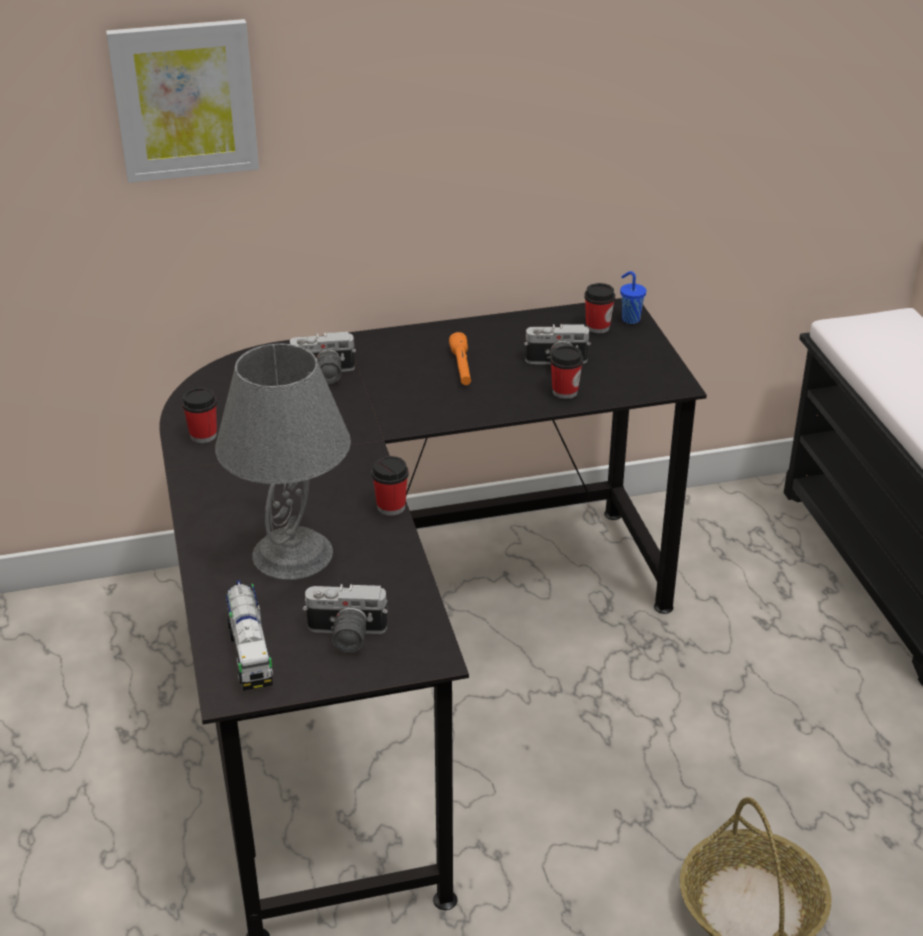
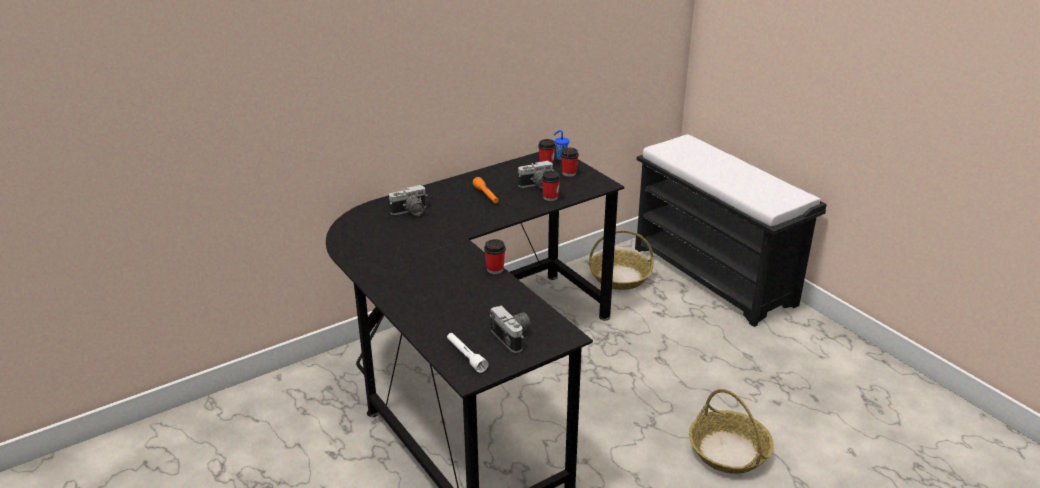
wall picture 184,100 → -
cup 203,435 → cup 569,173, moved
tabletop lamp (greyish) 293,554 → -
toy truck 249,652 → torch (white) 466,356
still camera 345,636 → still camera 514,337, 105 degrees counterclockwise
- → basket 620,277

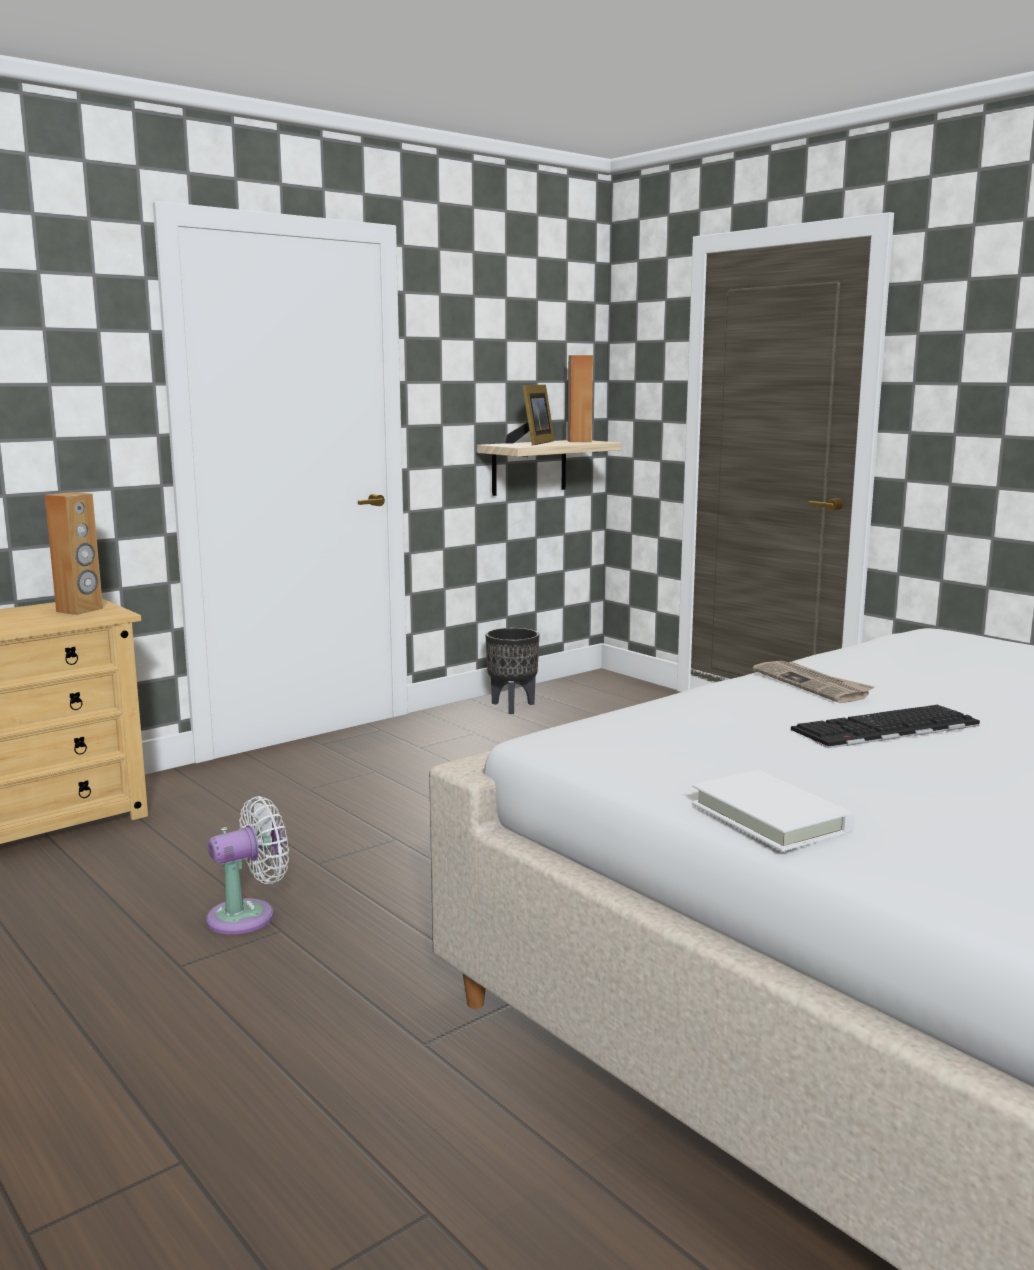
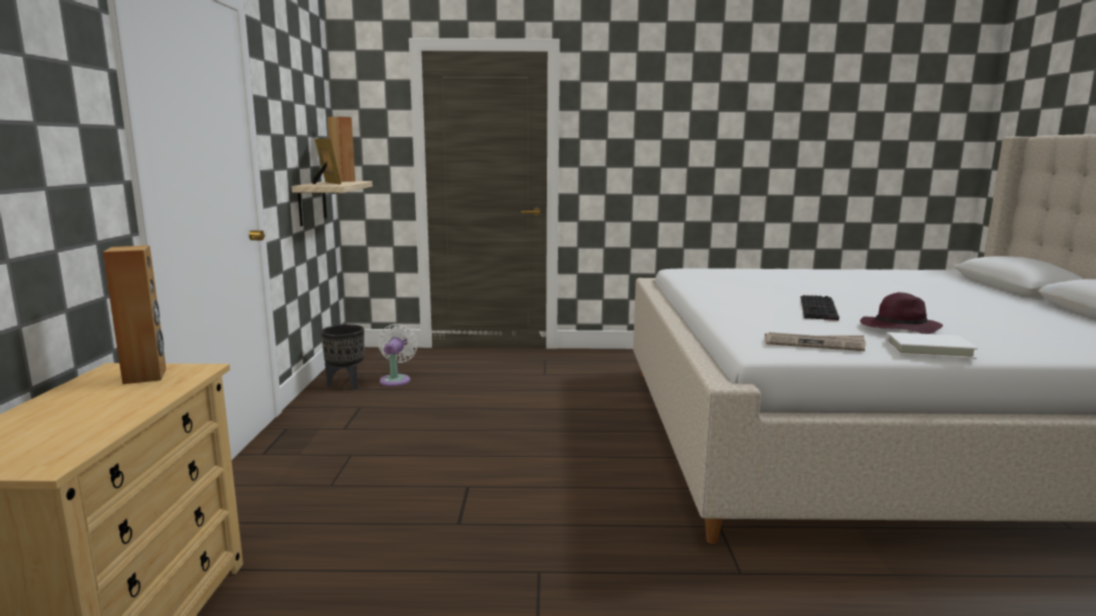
cooling fan (white) 248,916 → cooling fan (white) 396,379, moved
printed paper 812,684 → printed paper 814,344, moved
- → wearable hat (purple) 898,329

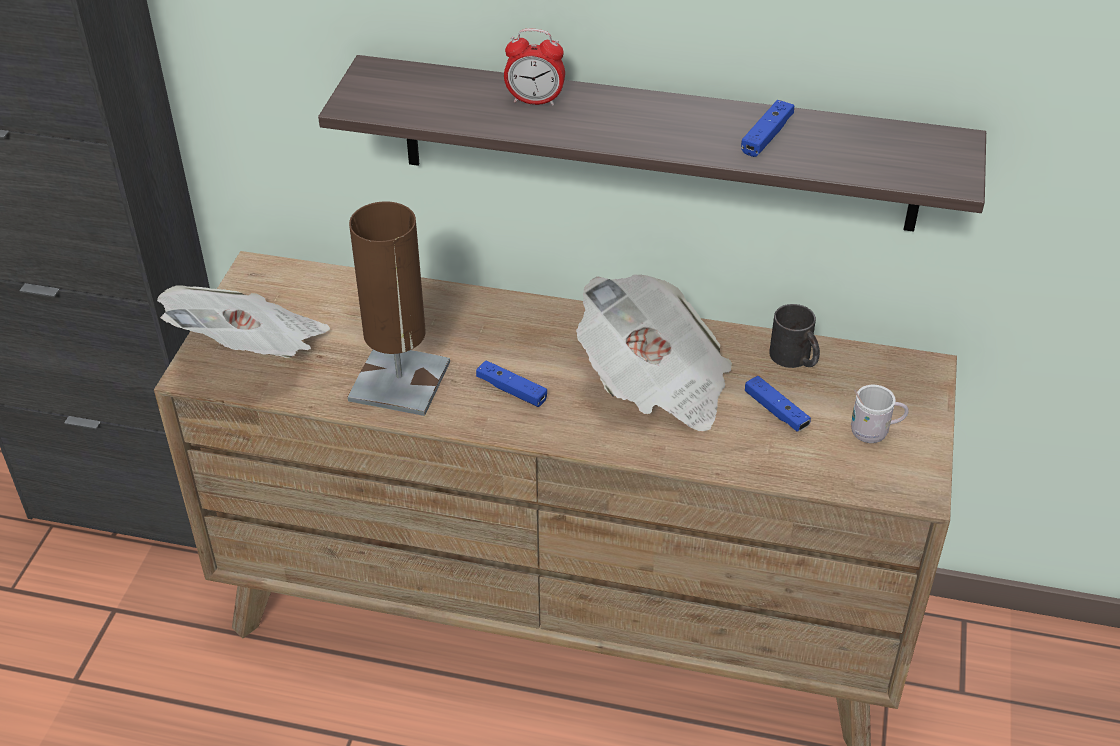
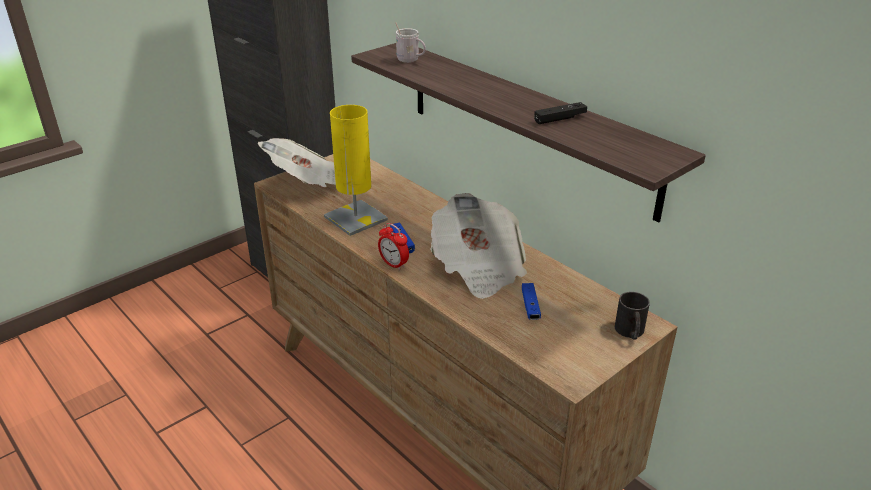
tabletop lamp (brownish) 399,381 → tabletop lamp (yellowish) 355,218
table clock 535,101 → table clock 394,264, moved
game controller (bluish) 766,136 → game controller (blackish) 560,119
coffee mug (blackish) 795,359 → coffee mug (blackish) 630,332, moved
coffee mug (white) 874,432 → coffee mug (white) 410,61, moved

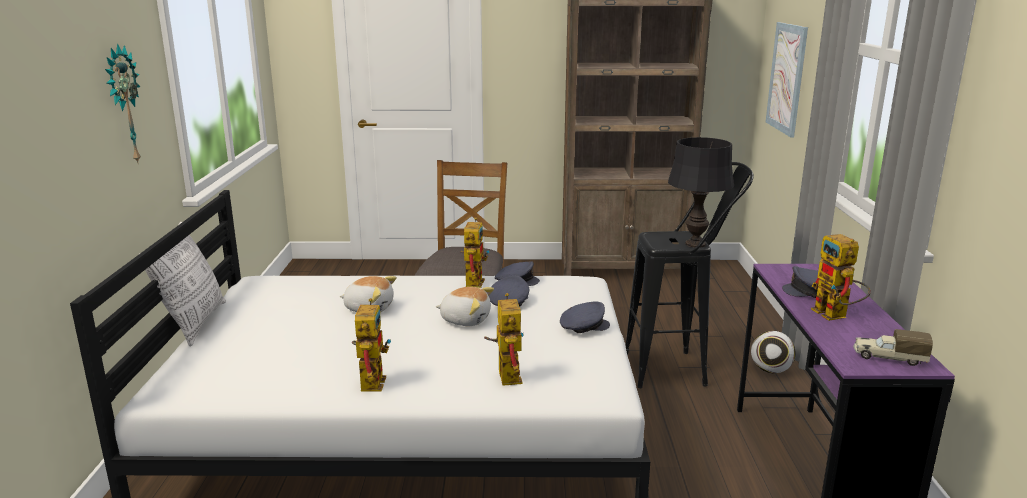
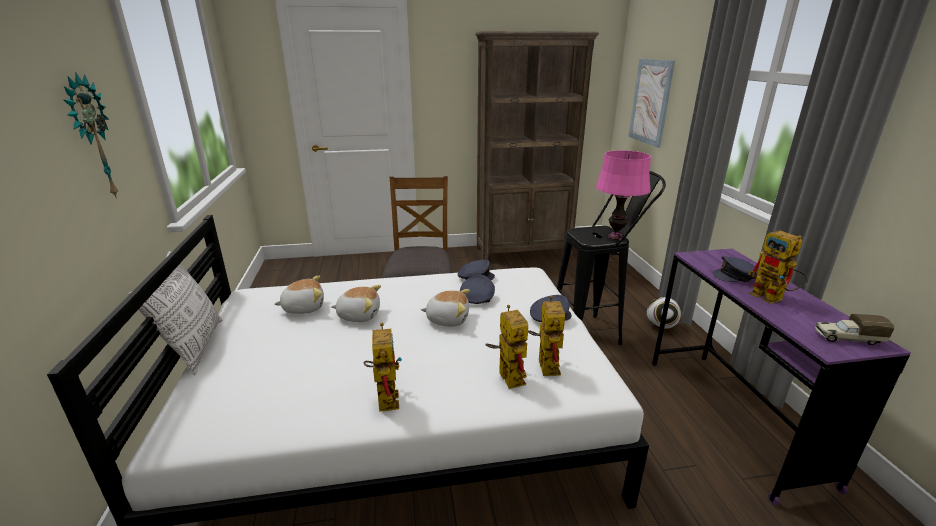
toy robot 473,281 → toy robot 544,363, moved
tabletop lamp (blackish) 695,244 → tabletop lamp (pink) 615,237
- → plush toy 303,307

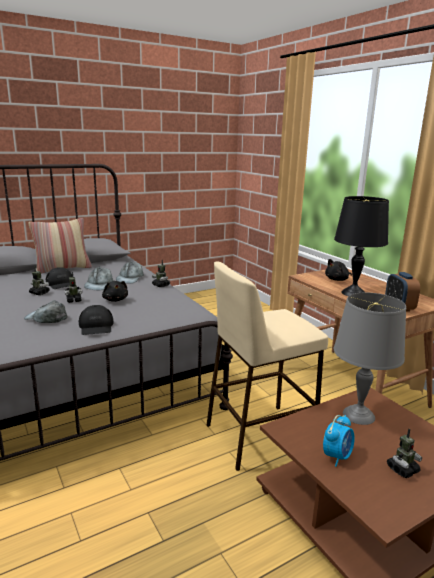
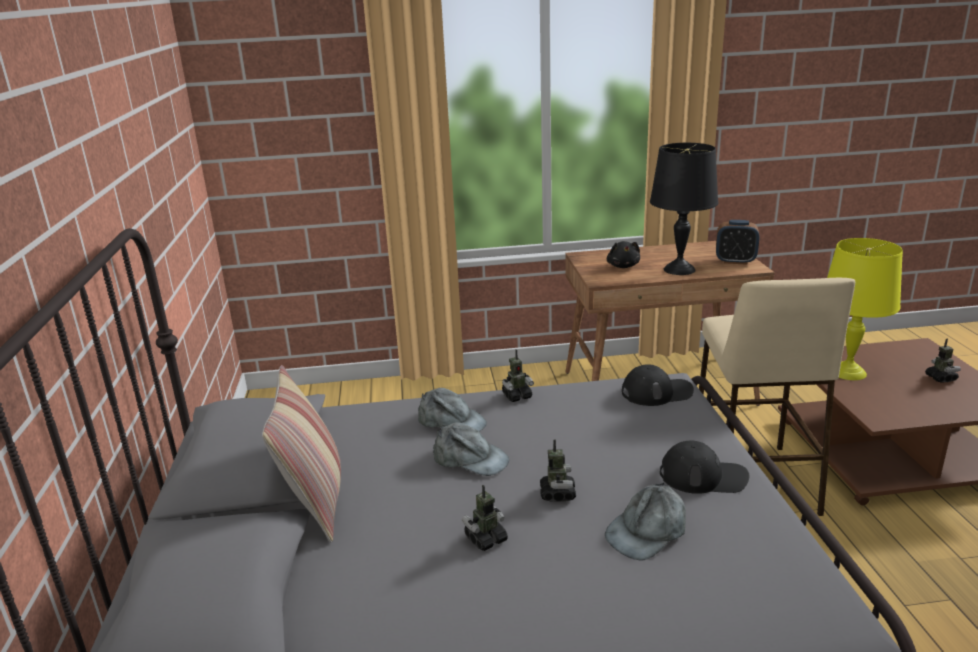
cap (blackish) 61,284 → cap (blackish) 657,392, moved
plush toy (blackish) 115,300 → -
table clock 337,456 → -
tabletop lamp (greyish) 359,415 → tabletop lamp (yellowish) 847,372

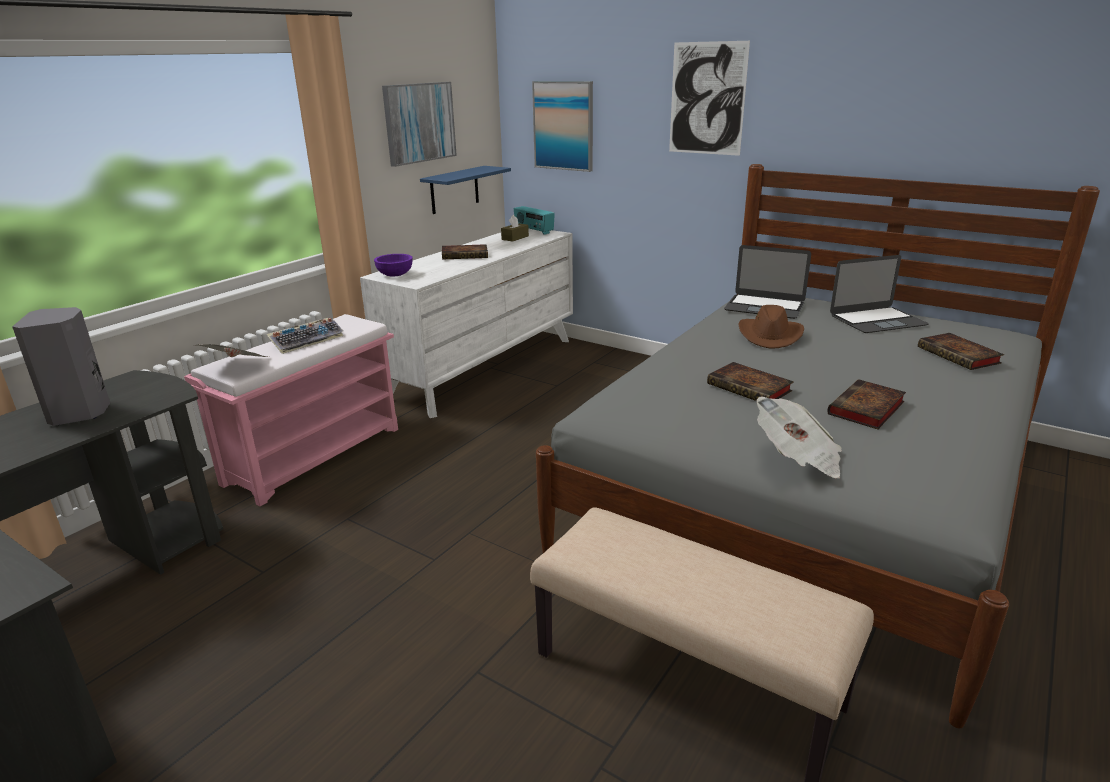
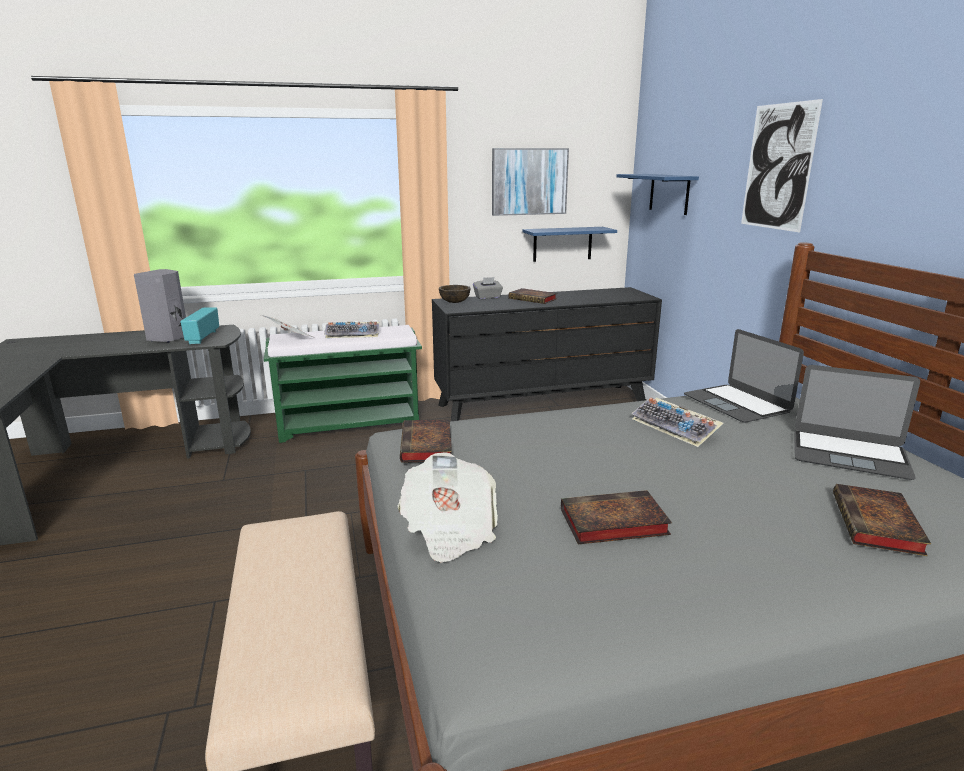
indoor bench (pink) 315,454 → indoor bench (greenish) 350,424
drawer chest (white) 484,367 → drawer chest (blackish) 543,405
bowl (purple) 394,275 → bowl (brownish) 454,302
box of tissues (brownish) 515,238 → -
radio receiver 533,231 → radio receiver 202,337, moved
wall picture 563,126 → shelf (bluish) 669,193
volume 751,388 → volume 427,446, moved
wearable hat (brownish) 770,336 → computer keyboard 676,428
- → box of tissues (greyish) 488,297

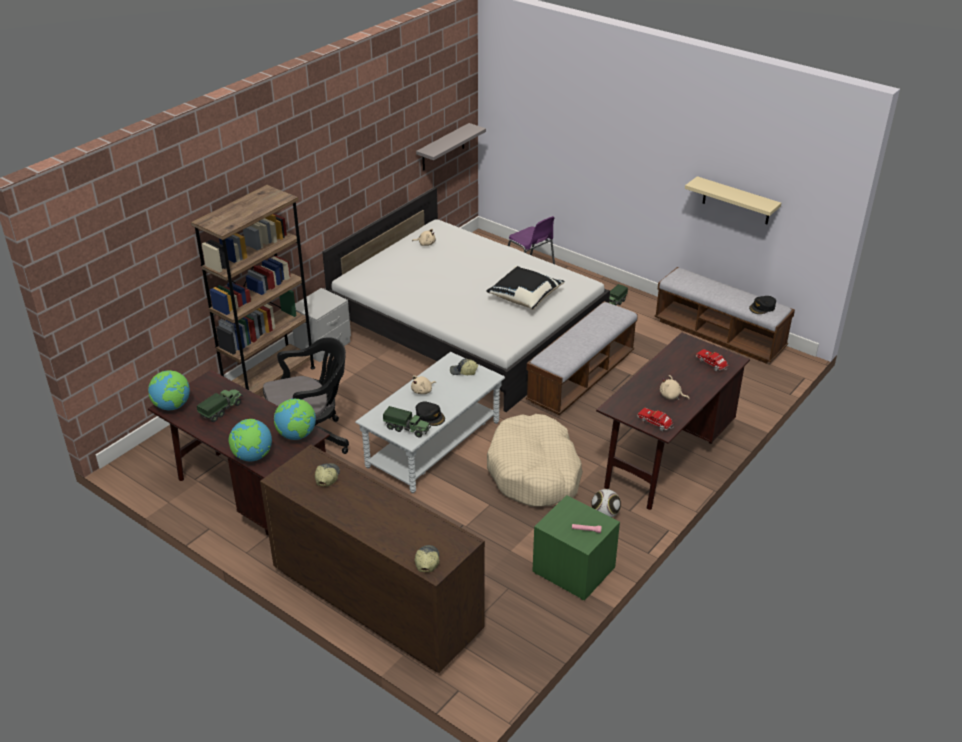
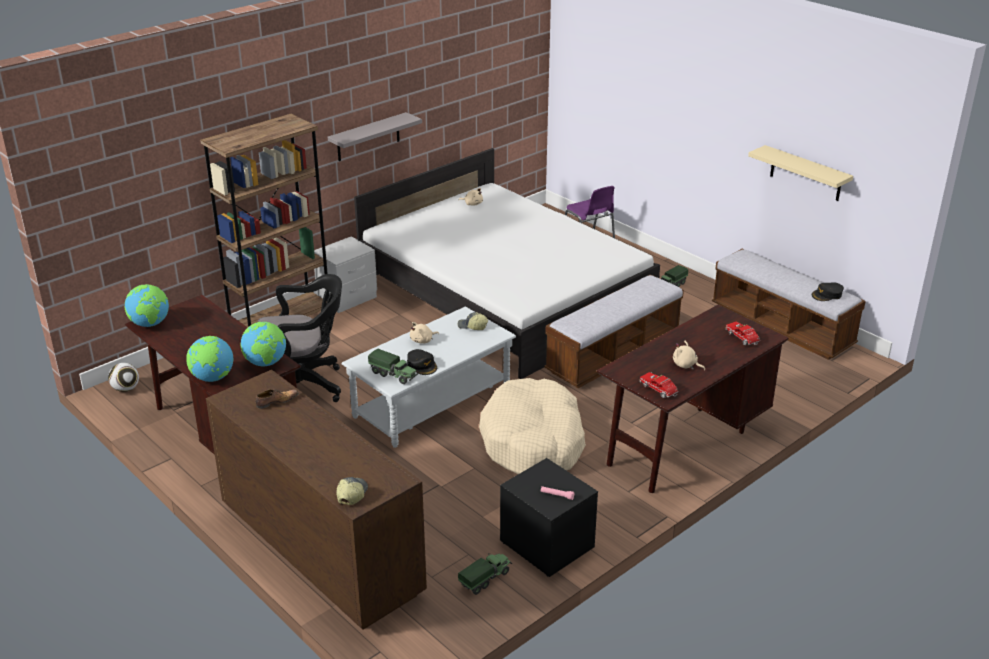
toy truck 222,410 → toy truck 485,579, moved
cap 327,477 → shoe 276,402
shelf (greyish) 443,147 → shelf (greyish) 368,137, moved
throw pillow (blackish) 524,297 → -
night table (greenish) 574,570 → night table (blackish) 547,545
football ball 605,514 → football ball 126,389, moved

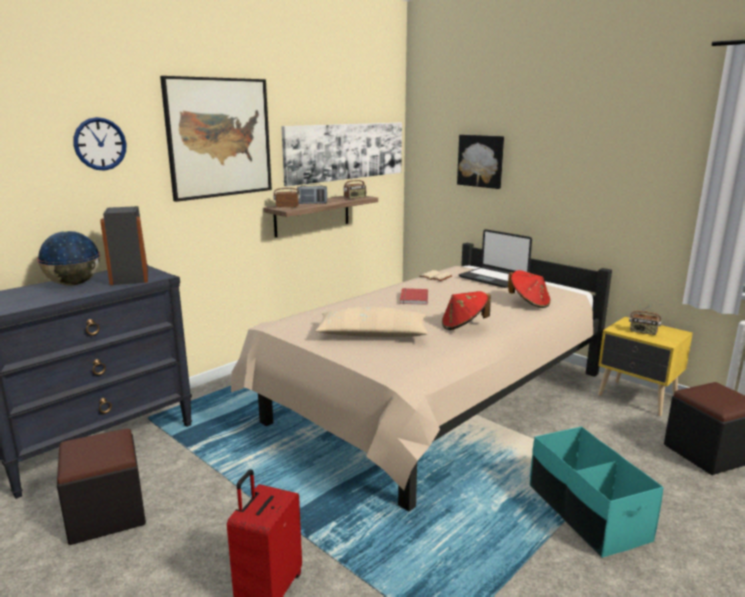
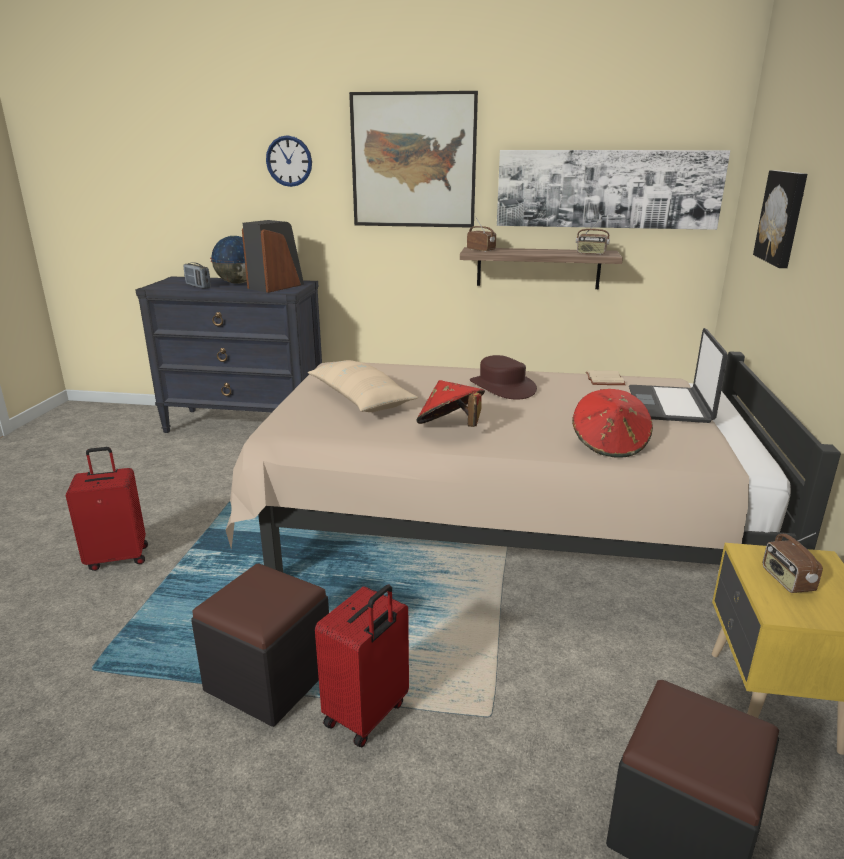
footrest (blackish) 106,514 → footrest (blackish) 269,678, moved
radio receiver 312,203 → radio receiver 198,286, moved
volume (red-coloured) 412,298 → wearable hat (brownish) 501,387
storage box (blue-green) 586,512 → travel case (red-coloured) 367,714

